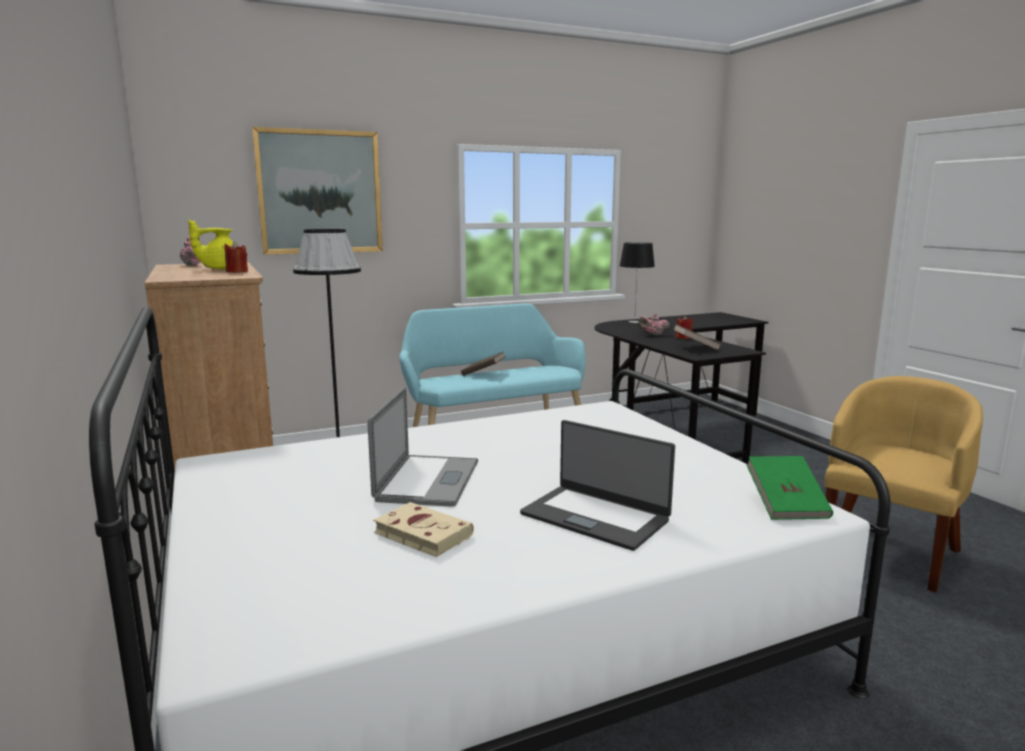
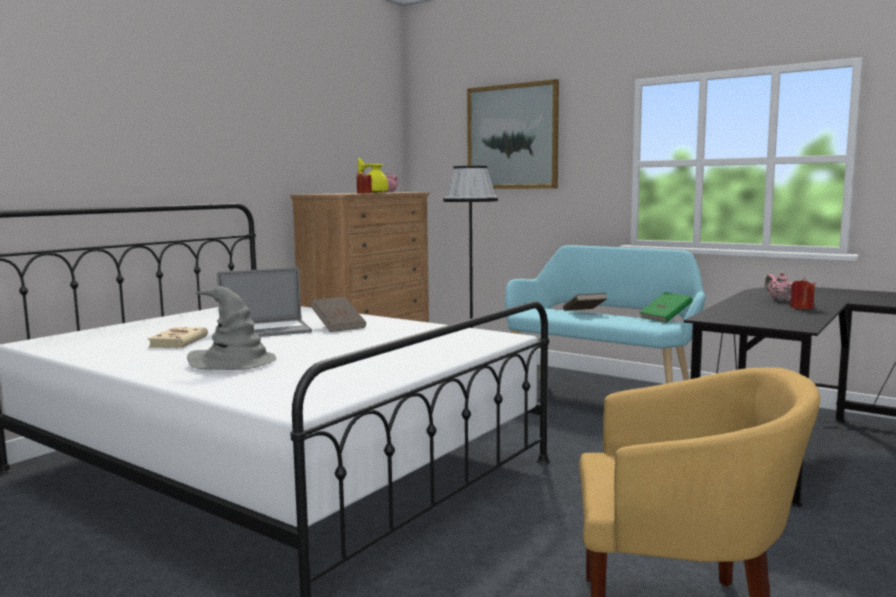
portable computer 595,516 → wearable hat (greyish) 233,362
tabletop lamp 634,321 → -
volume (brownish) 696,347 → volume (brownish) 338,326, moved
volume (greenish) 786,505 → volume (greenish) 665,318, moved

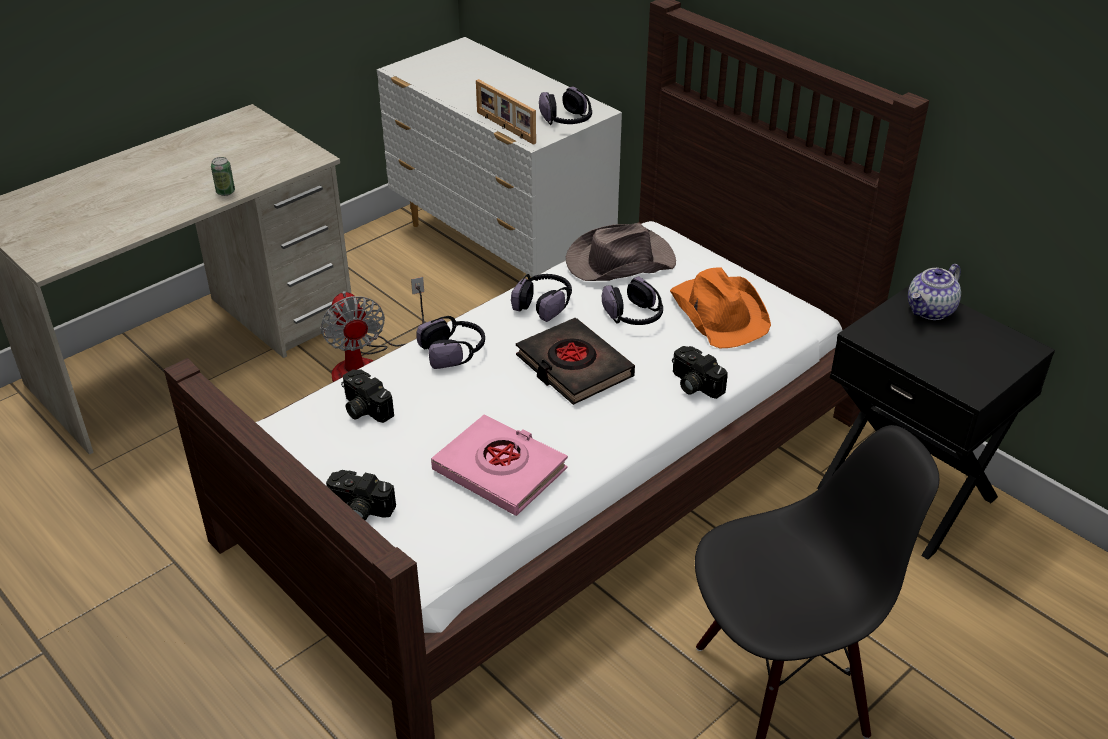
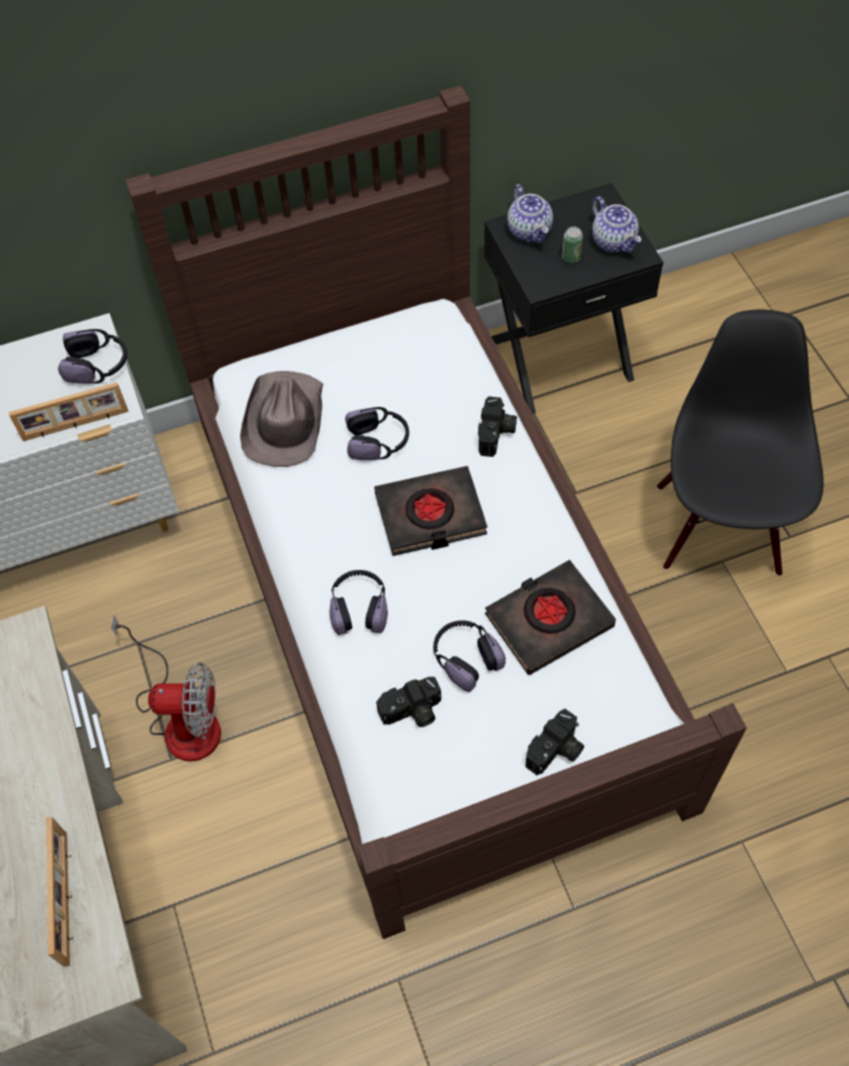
sealed can 225,192 → sealed can 571,257, moved
volume (pink) 500,470 → volume (blackish) 548,620
pair of headphones 544,304 → pair of headphones 466,658, moved
wearable hat (orange-coloured) 719,313 → -
still camera 693,384 → still camera 497,434, 60 degrees counterclockwise
- → picture frame 67,897
- → pot for tea 614,241

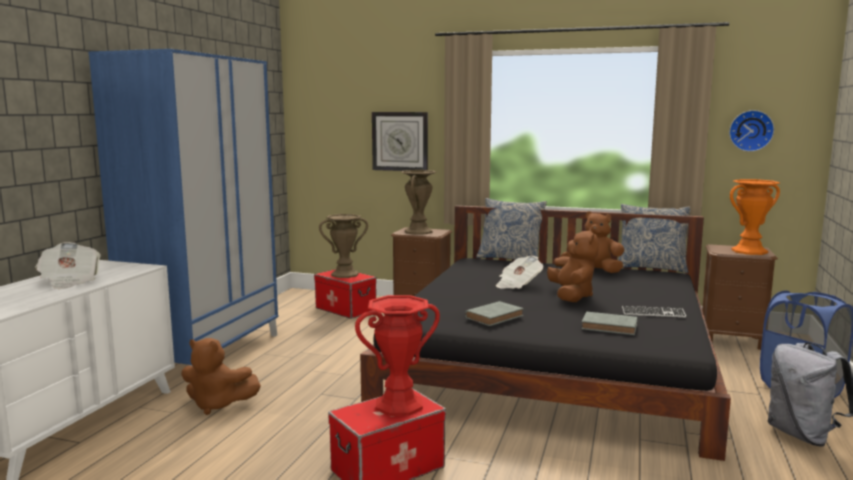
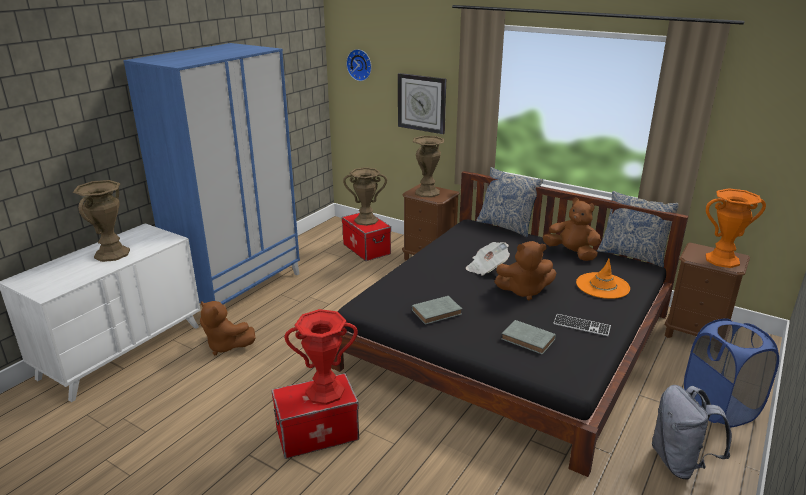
printed paper 70,281 → decorative vase (brownish) 112,254
plush toy (brownish) 571,296 → plush toy (brownish) 524,291, 75 degrees clockwise
wall clock 751,130 → wall clock 360,64, moved
- → wearable hat (orange-coloured) 602,286

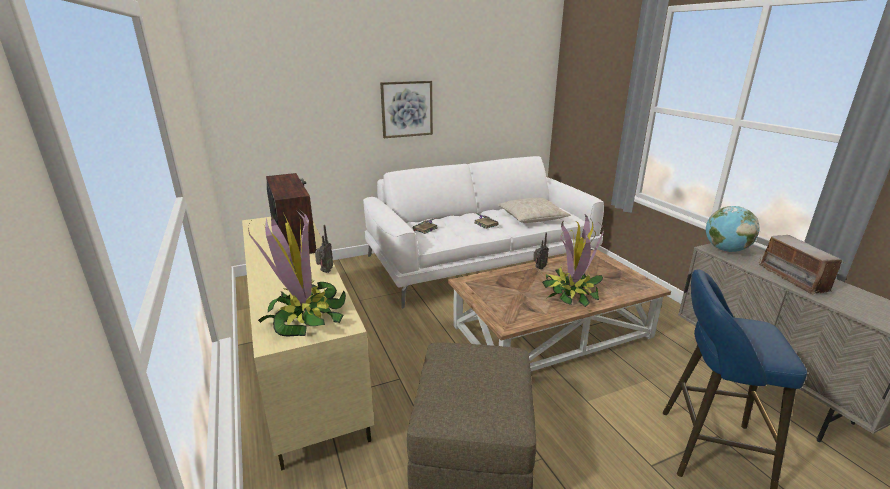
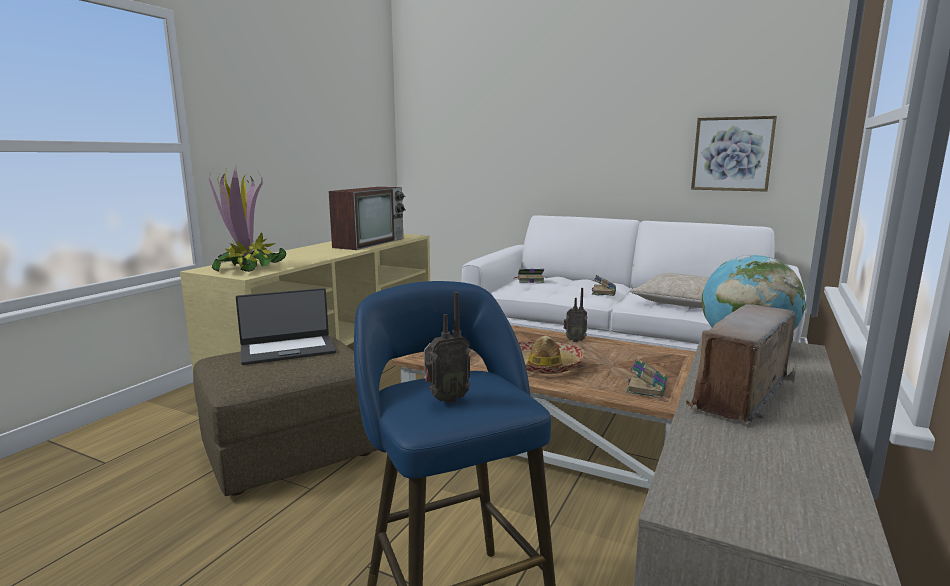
radio receiver 325,271 → radio receiver 445,399, moved
wall picture 407,109 → wall picture 732,154, moved
potted plant 571,293 → wearable hat 545,365
- → portable computer 288,350
- → volume 646,387

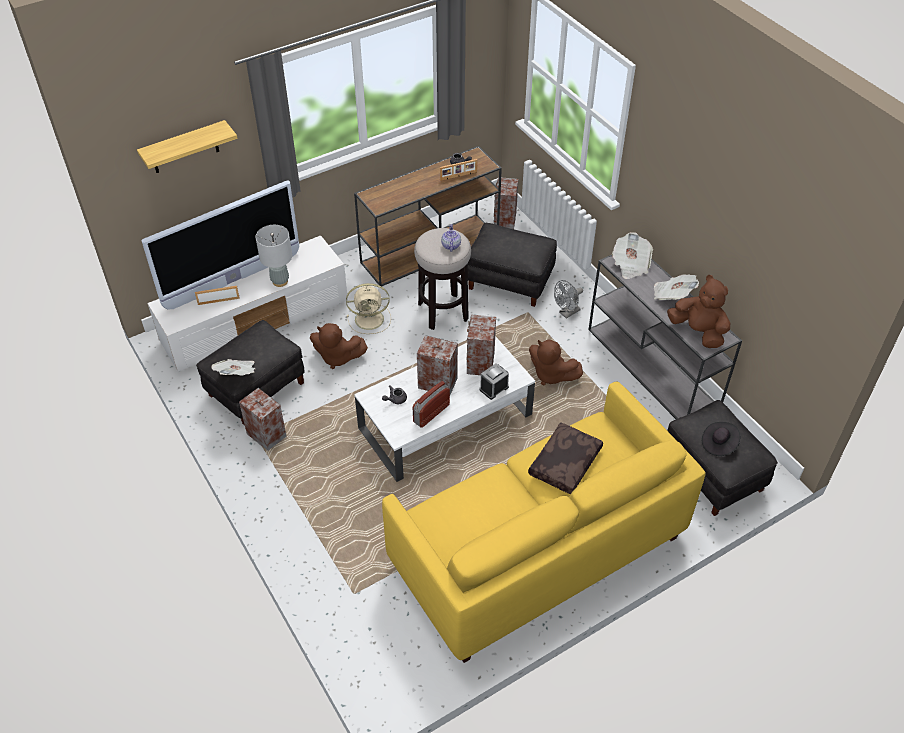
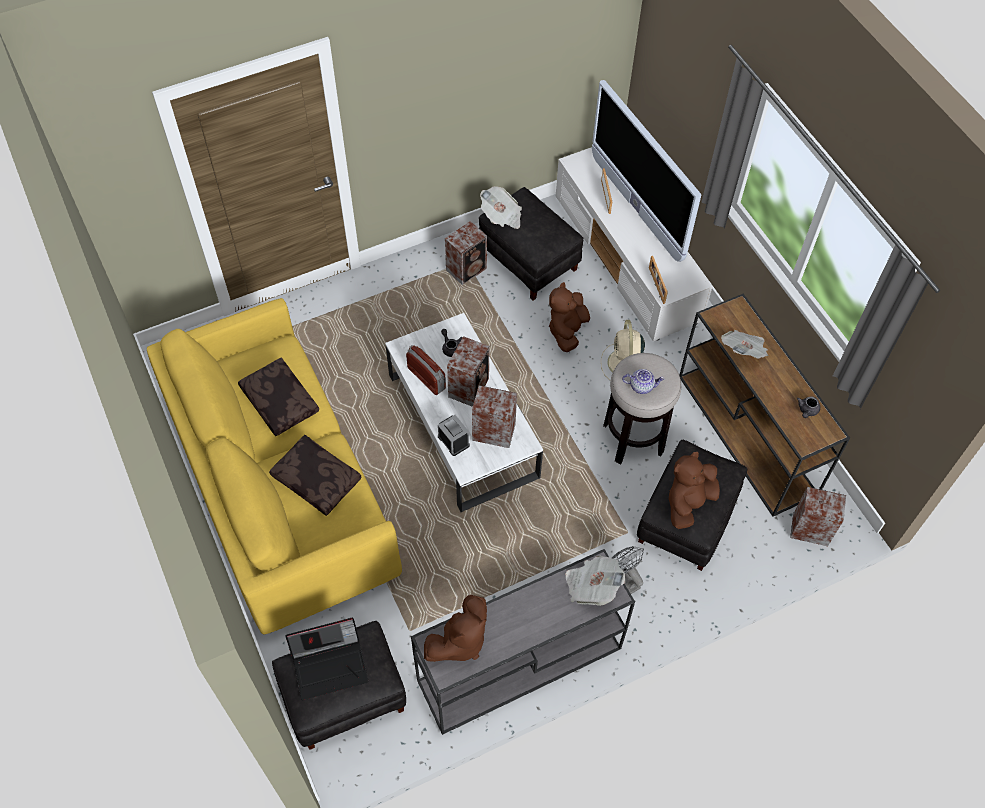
shelf 184,148 → -
tabletop lamp (greyish) 280,281 → -
picture frame 458,176 → picture frame 656,285, moved
plush toy (brownish) 551,375 → plush toy (brownish) 688,502, moved
printed paper 672,295 → printed paper 744,351, moved
wearable hat (blackish) 719,444 → portable computer 330,665
- → throw pillow (brownish) 278,402

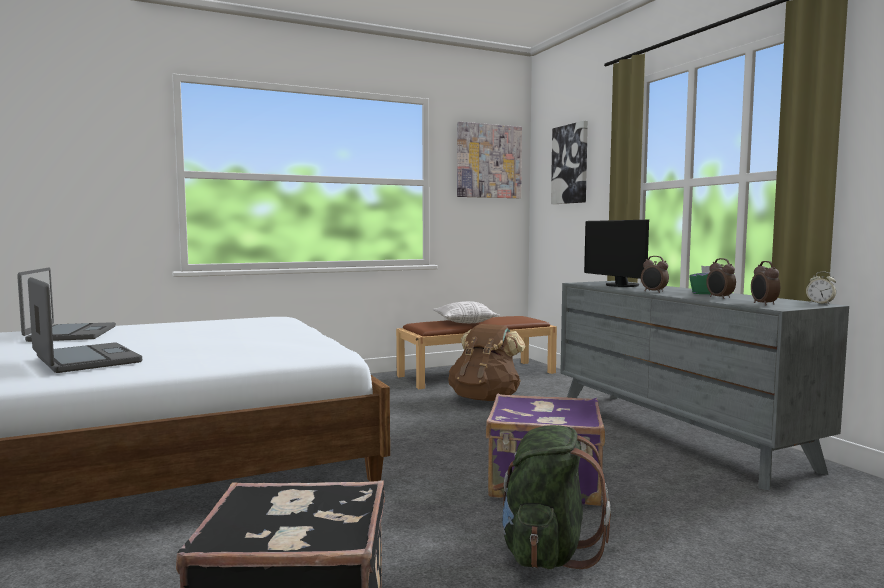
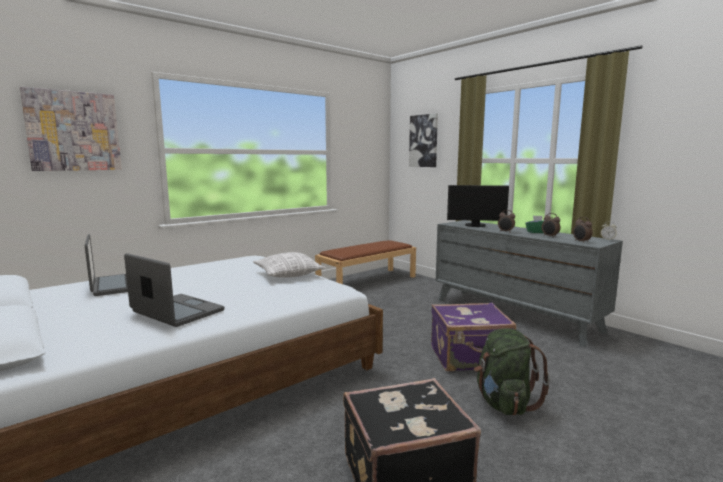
throw pillow 464,322 → throw pillow 288,275, moved
backpack (brownish) 485,399 → -
wall picture 489,161 → wall picture 74,131, moved
computer screen 619,285 → computer screen 475,225, 45 degrees counterclockwise

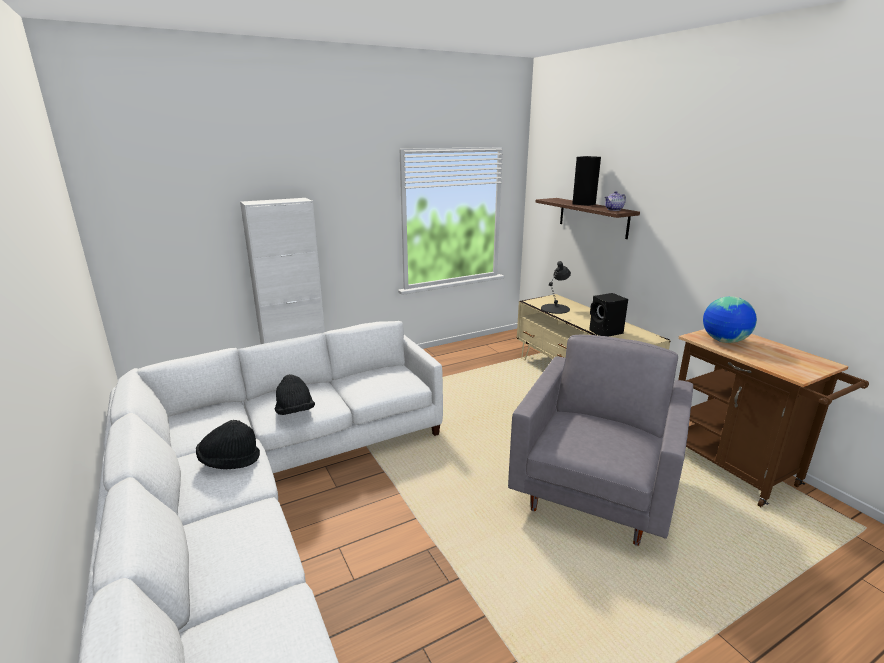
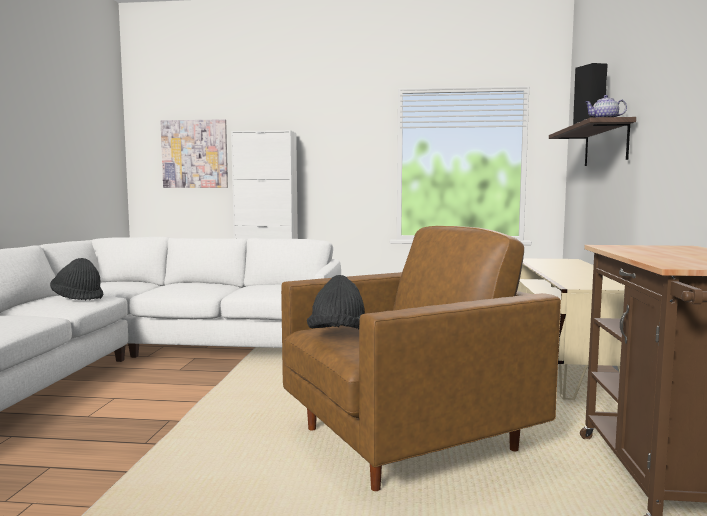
wearable hat (blackish) 295,412 → wearable hat (blackish) 338,335, moved
easy chair (greyish) 595,492 → easy chair (brownish) 406,440
tabletop lamp (blackish) 555,308 → -
audio speaker (blackish) 606,332 → -
desk globe 724,341 → -
- → wall picture 195,154

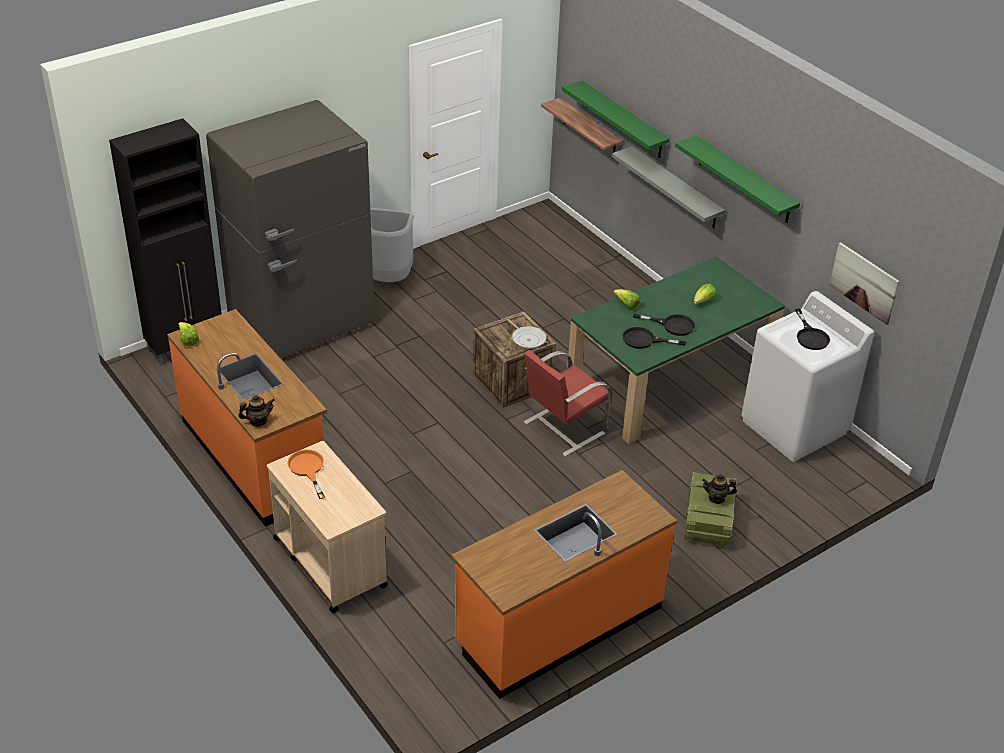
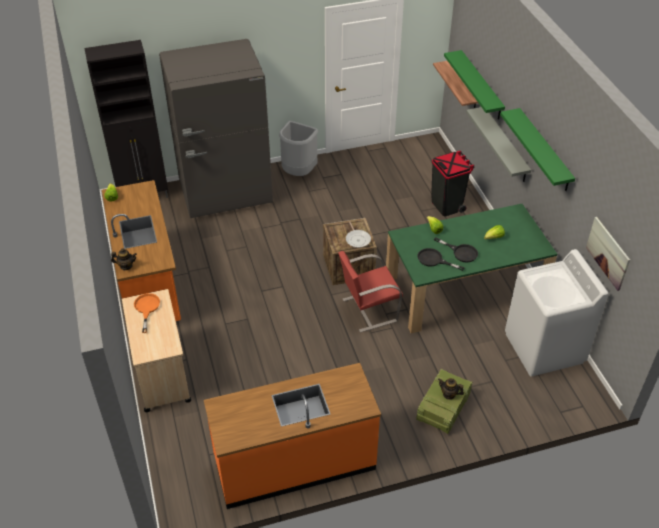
pan (blackish) 810,336 → -
- → waste bin (blackish) 447,205

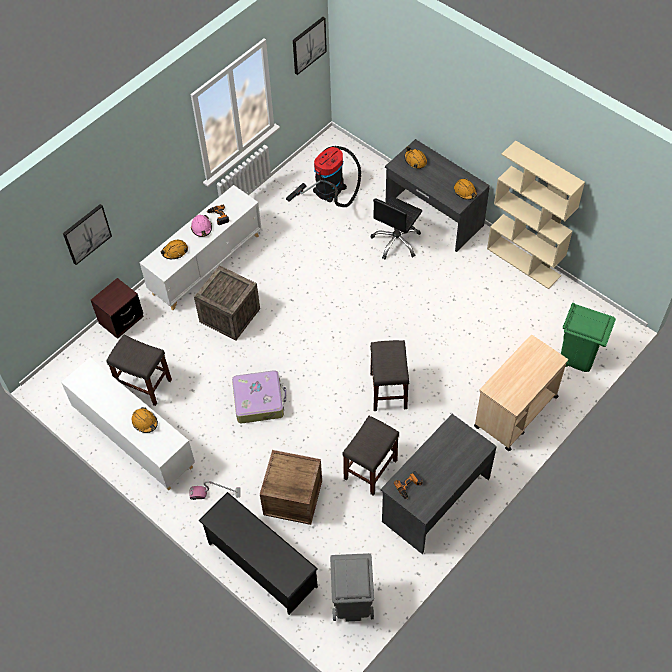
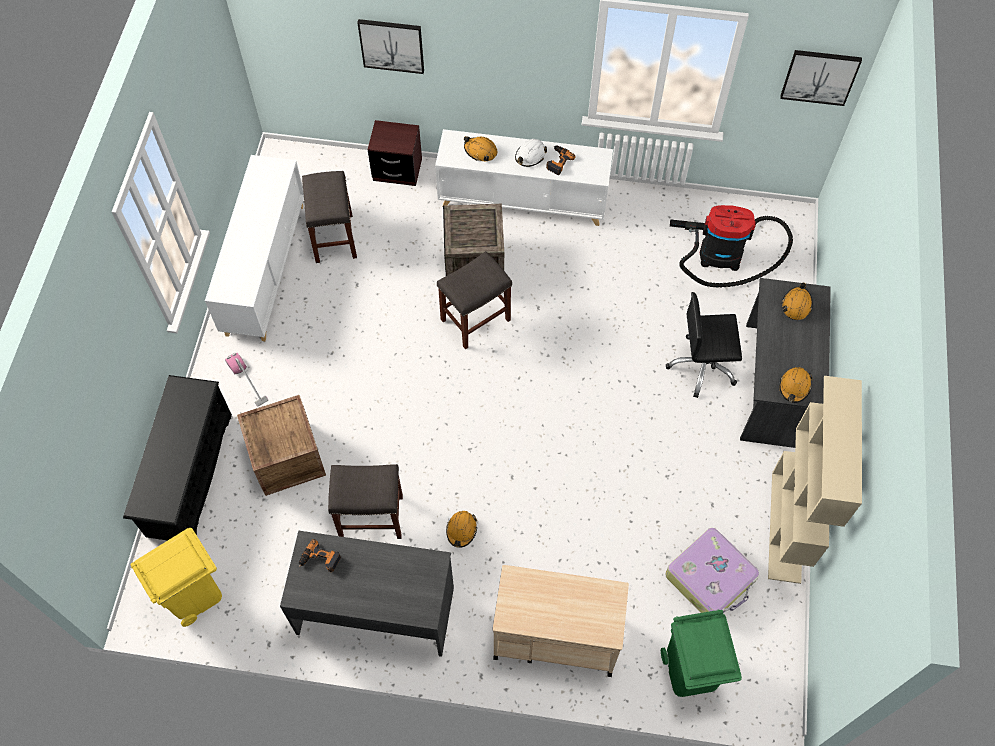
work helmet (orange-coloured) 145,422 → work helmet (orange-coloured) 461,530, moved
work helmet (pink) 201,228 → work helmet (white) 530,156
travel case 259,400 → travel case 711,578, moved
waste bin (greyish) 352,603 → waste bin (yellowish) 194,593
stool (greyish) 389,391 → stool (greyish) 475,321, moved

